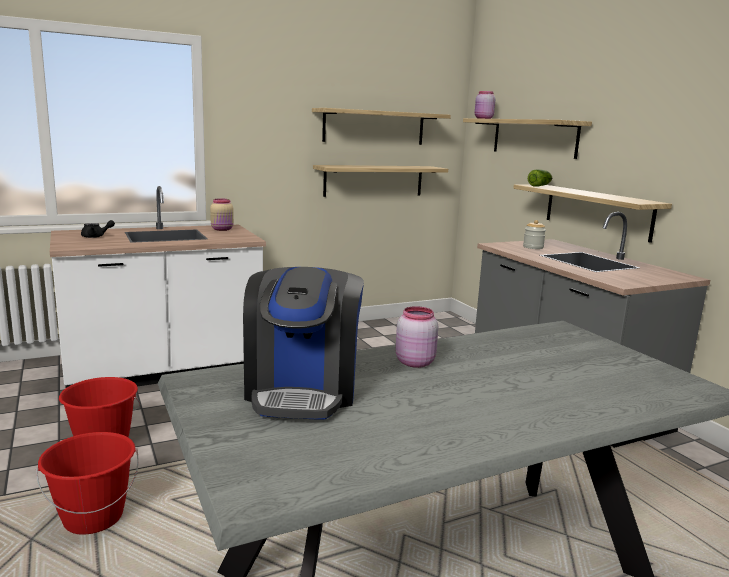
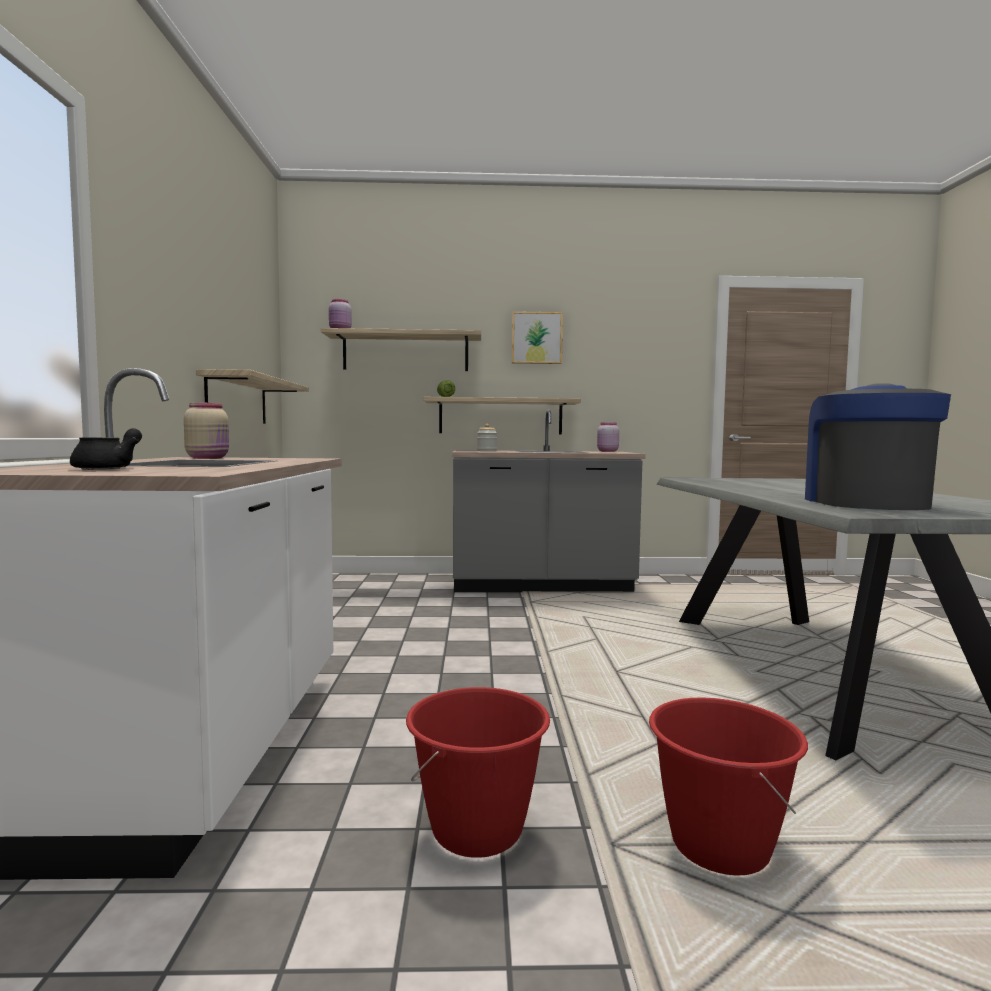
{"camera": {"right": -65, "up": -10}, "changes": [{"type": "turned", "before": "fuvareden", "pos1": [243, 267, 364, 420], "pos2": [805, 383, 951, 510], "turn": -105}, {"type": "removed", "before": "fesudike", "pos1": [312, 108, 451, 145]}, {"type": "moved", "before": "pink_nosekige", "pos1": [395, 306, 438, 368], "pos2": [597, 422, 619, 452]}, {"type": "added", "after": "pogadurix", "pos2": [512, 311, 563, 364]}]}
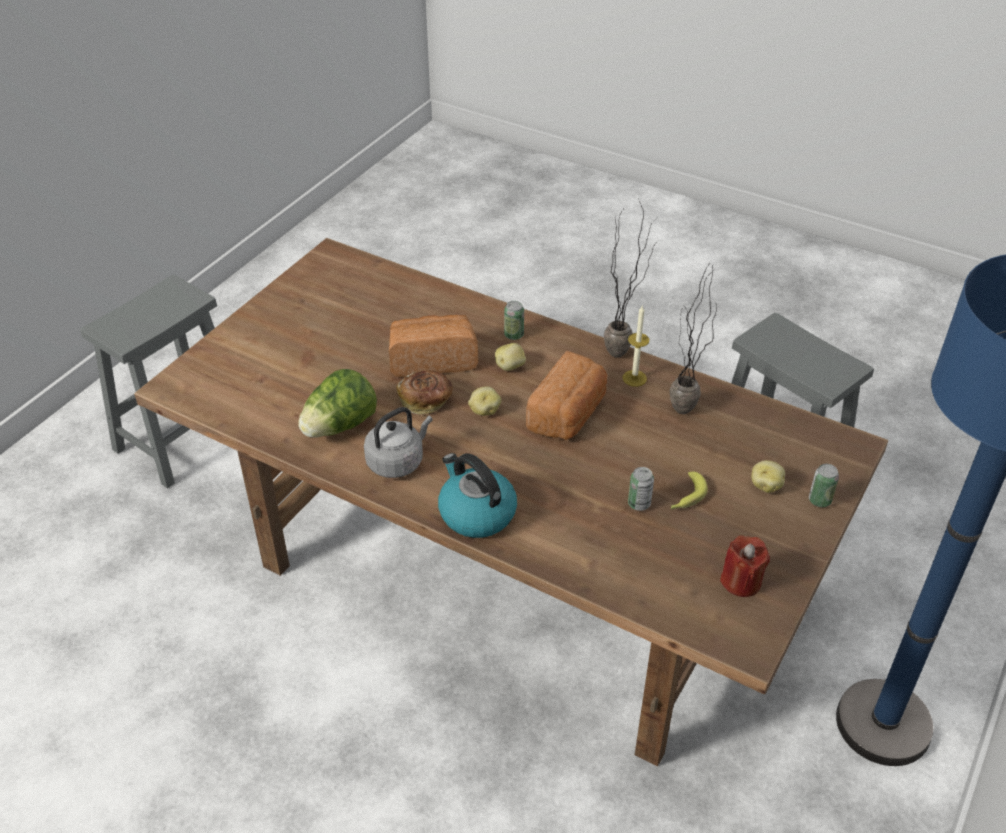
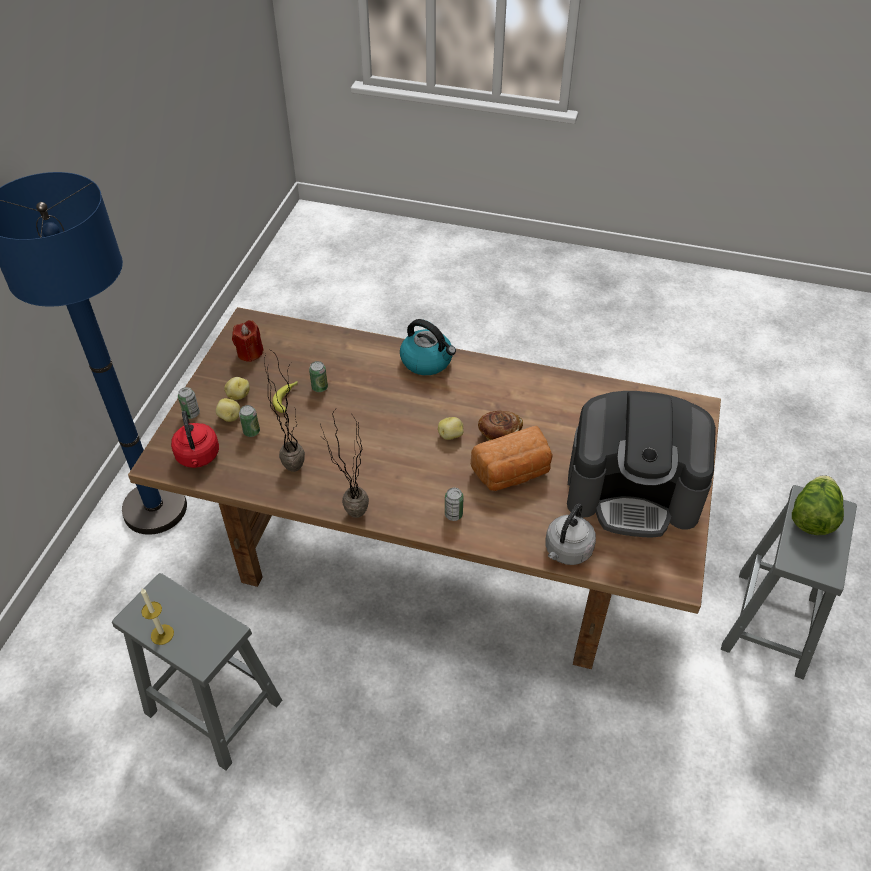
{"camera": {"right": 165, "up": 5}, "changes": [{"type": "moved", "before": "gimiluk", "pos1": [298, 369, 377, 438], "pos2": [792, 475, 844, 535]}, {"type": "moved", "before": "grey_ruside", "pos1": [364, 407, 433, 478], "pos2": [545, 504, 596, 565]}, {"type": "moved", "before": "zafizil", "pos1": [495, 343, 526, 371], "pos2": [224, 377, 250, 400]}, {"type": "removed", "before": "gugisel", "pos1": [526, 351, 607, 440]}, {"type": "moved", "before": "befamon", "pos1": [622, 306, 649, 387], "pos2": [141, 588, 174, 645]}, {"type": "added", "after": "red_ruside", "pos2": [171, 411, 219, 468]}, {"type": "added", "after": "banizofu", "pos2": [239, 405, 260, 437]}, {"type": "added", "after": "fuvareden", "pos2": [567, 391, 716, 538]}]}
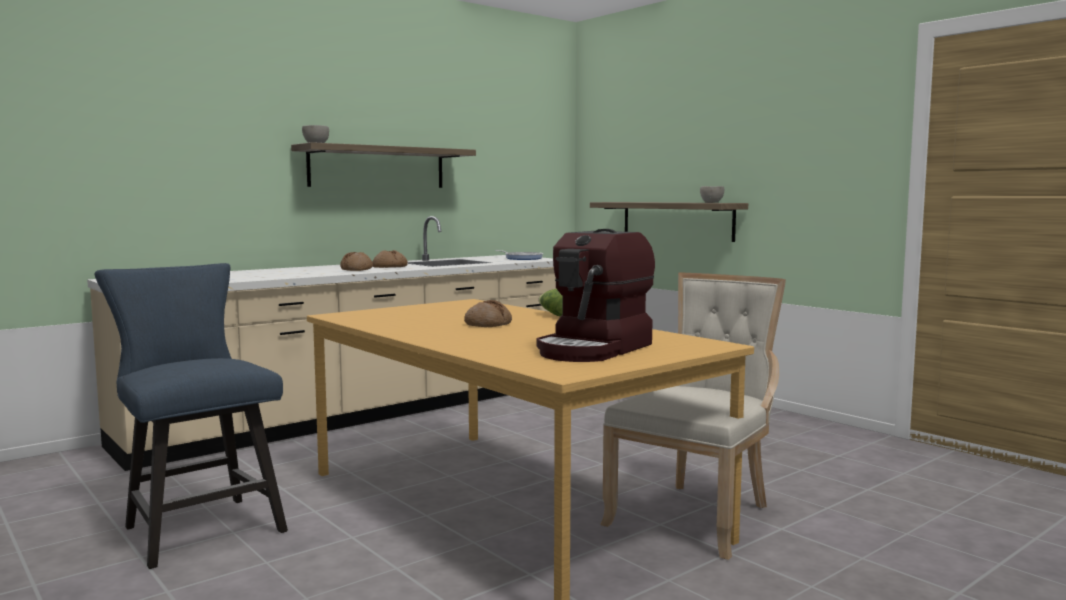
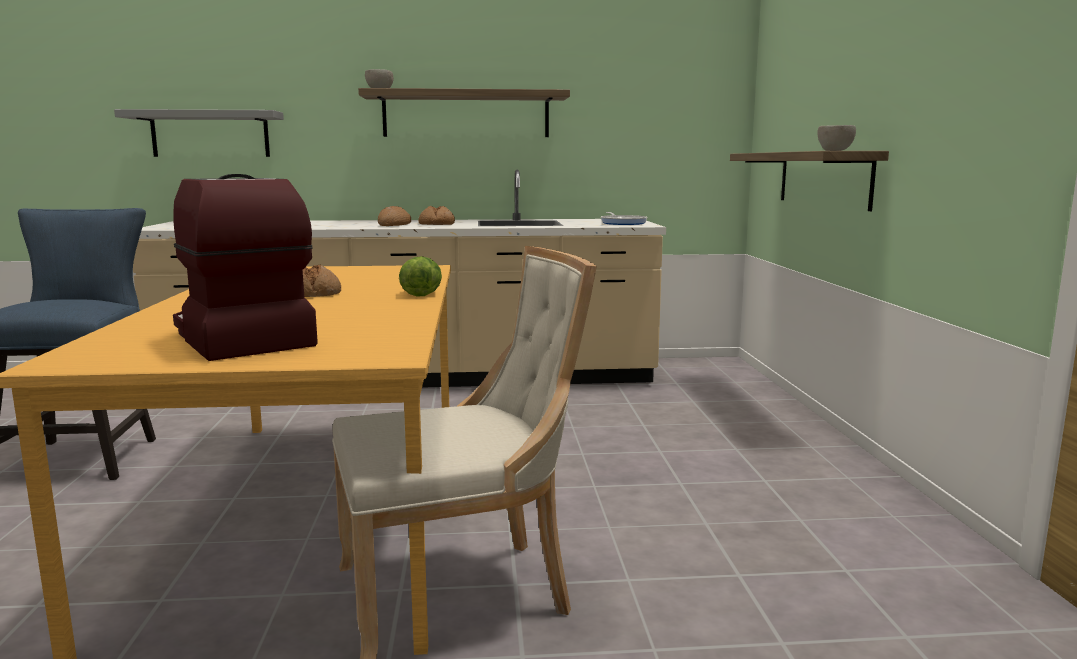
{"camera": {"right": 35, "up": 5}, "changes": [{"type": "turned", "before": "fuvareden", "pos1": [537, 229, 655, 362], "pos2": [173, 174, 318, 361], "turn": 75}, {"type": "added", "after": "grey_fesudike", "pos2": [114, 109, 284, 157]}]}
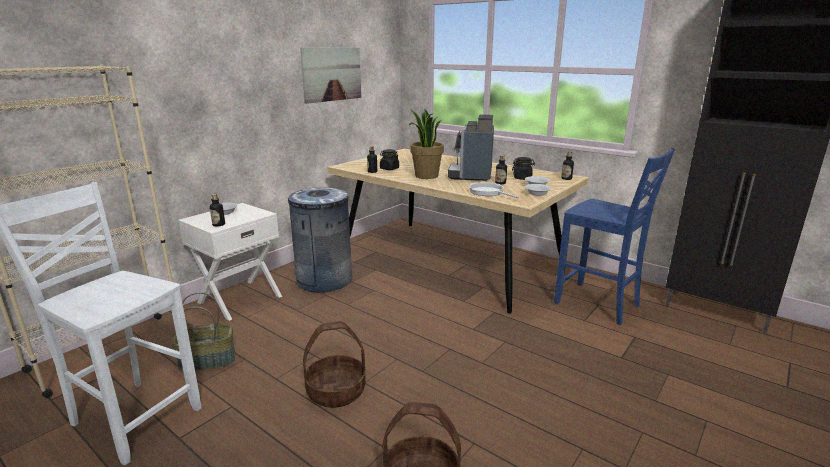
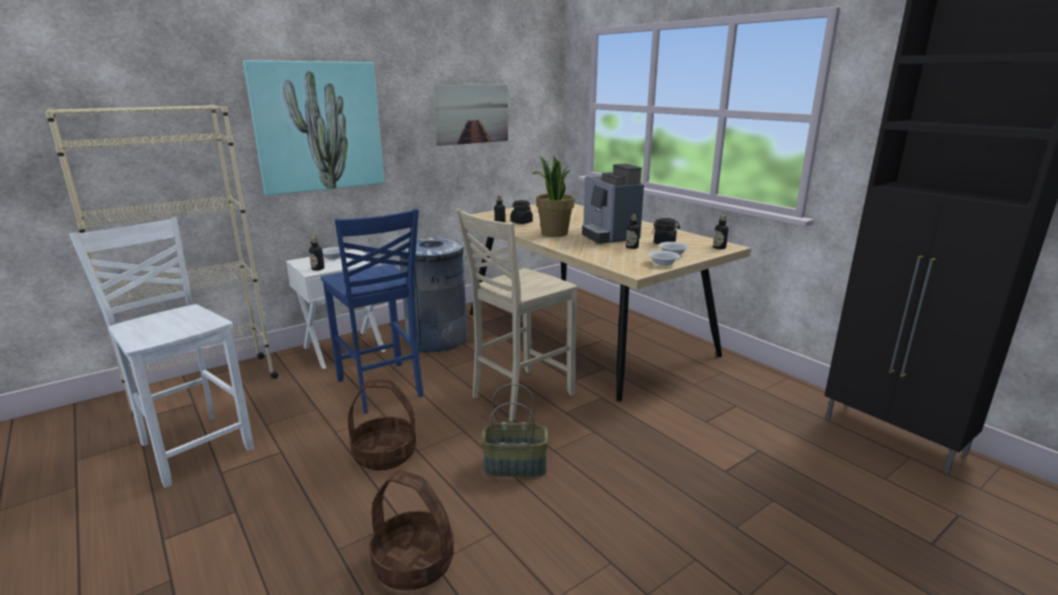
{"camera": {"right": 15, "up": 0}, "changes": [{"type": "moved", "before": "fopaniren", "pos1": [171, 292, 236, 372], "pos2": [481, 384, 549, 477]}, {"type": "turned", "before": "fuvareden", "pos1": [448, 114, 494, 181], "pos2": [582, 164, 644, 244], "turn": -45}, {"type": "removed", "before": "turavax", "pos1": [469, 182, 519, 198]}, {"type": "moved", "before": "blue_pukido", "pos1": [554, 148, 675, 325], "pos2": [321, 209, 424, 414]}, {"type": "added", "after": "pogadurix", "pos2": [243, 60, 384, 196]}, {"type": "added", "after": "beige_pukido", "pos2": [456, 209, 577, 422]}]}
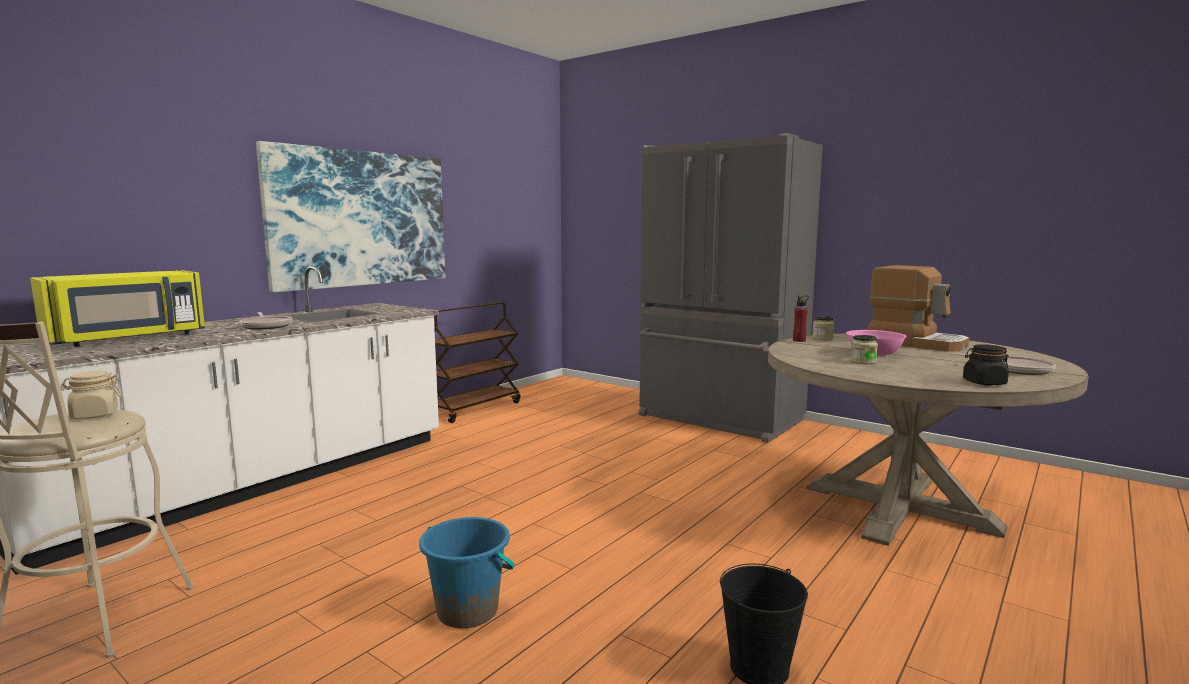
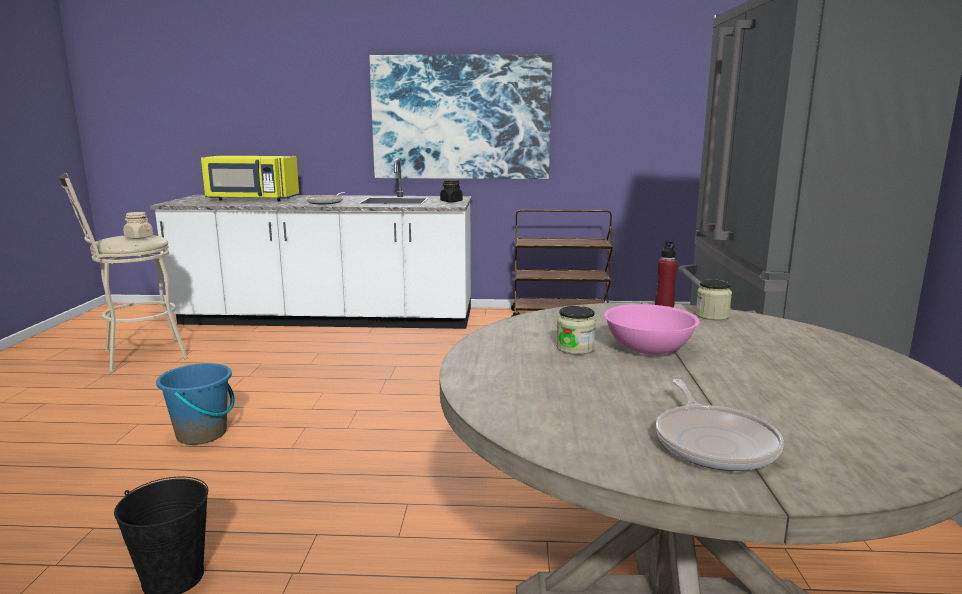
{"camera": {"right": 55, "up": 5}, "changes": [{"type": "removed", "before": "fuvareden", "pos1": [868, 265, 969, 352]}, {"type": "moved", "before": "black_nosekige", "pos1": [963, 344, 1009, 385], "pos2": [440, 179, 463, 202]}]}
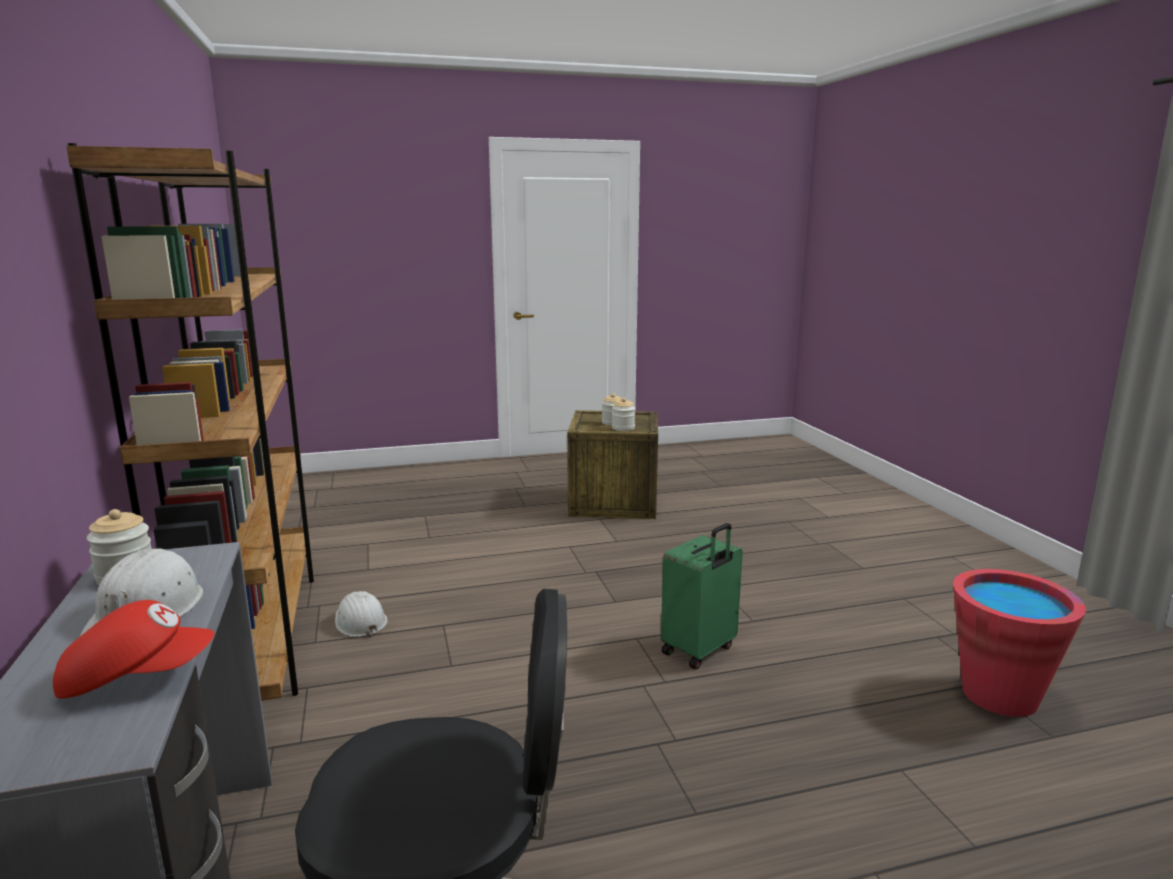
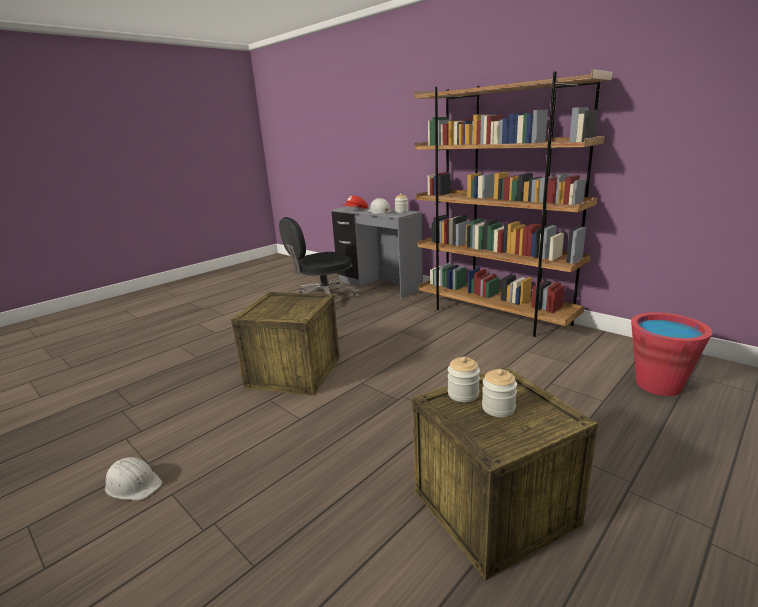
{"camera": {"right": 150, "up": 5}, "changes": [{"type": "moved", "before": "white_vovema", "pos1": [335, 591, 388, 638], "pos2": [105, 457, 163, 500]}, {"type": "replaced", "before": "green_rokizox", "after": "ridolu", "pos1": [661, 523, 743, 669], "pos2": [231, 292, 340, 395]}, {"type": "moved", "before": "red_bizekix", "pos1": [953, 569, 1086, 717], "pos2": [631, 312, 713, 396]}]}
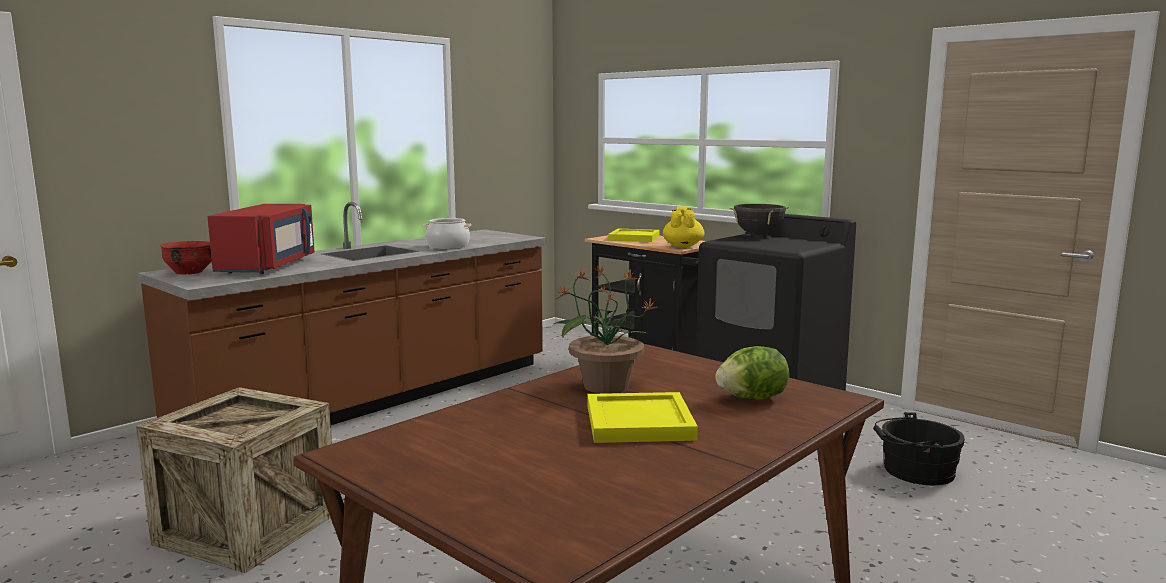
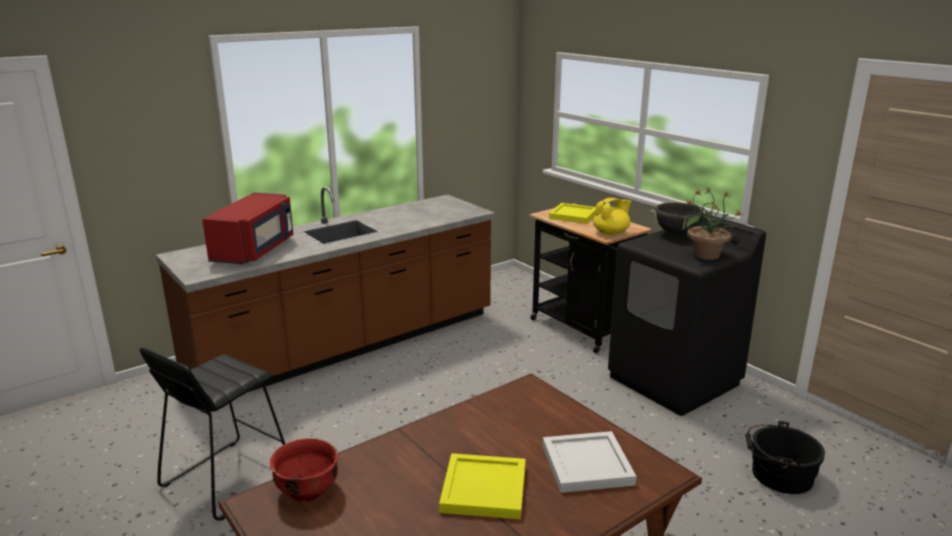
{"camera": {"right": 10, "up": 10}, "changes": [{"type": "replaced", "before": "ridolu", "after": "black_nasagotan", "pos1": [136, 387, 332, 573], "pos2": [140, 347, 285, 521]}, {"type": "moved", "before": "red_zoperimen", "pos1": [160, 241, 212, 275], "pos2": [270, 438, 338, 502]}, {"type": "removed", "before": "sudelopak", "pos1": [424, 218, 471, 249]}, {"type": "moved", "before": "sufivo", "pos1": [554, 266, 658, 394], "pos2": [679, 187, 742, 260]}, {"type": "turned", "before": "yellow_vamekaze", "pos1": [663, 206, 705, 247], "pos2": [593, 198, 631, 235], "turn": 45}, {"type": "replaced", "before": "gimiluk", "after": "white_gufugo", "pos1": [715, 346, 789, 400], "pos2": [542, 431, 636, 493]}]}
